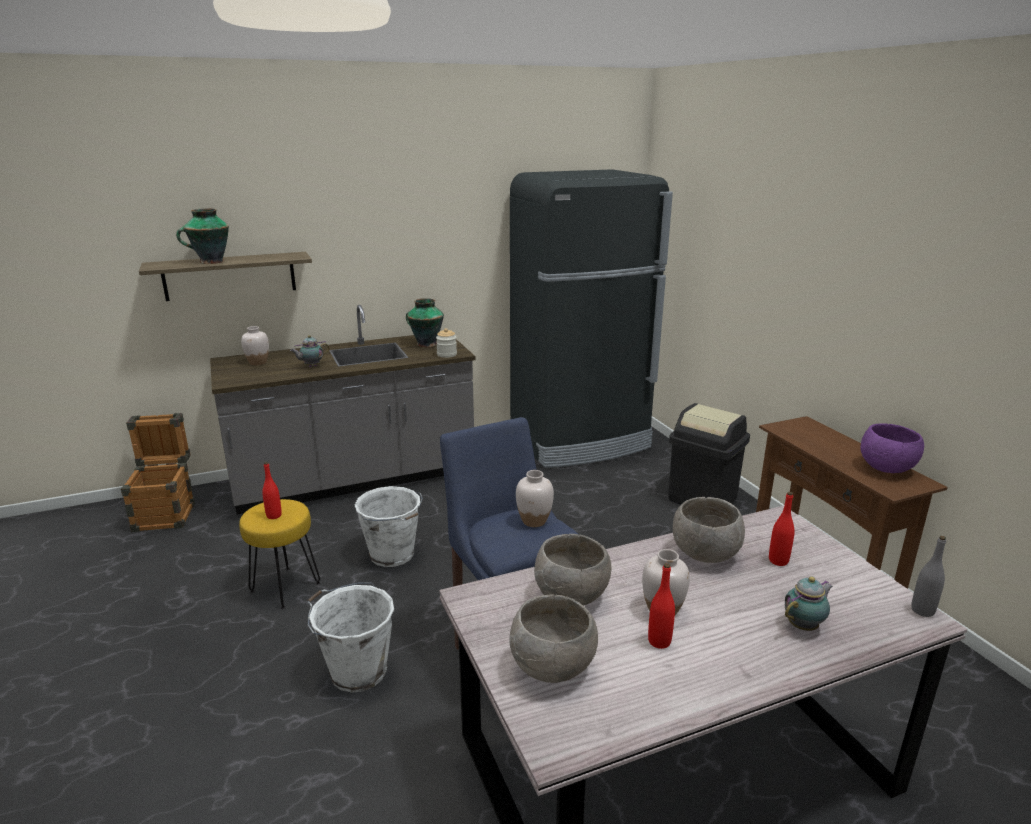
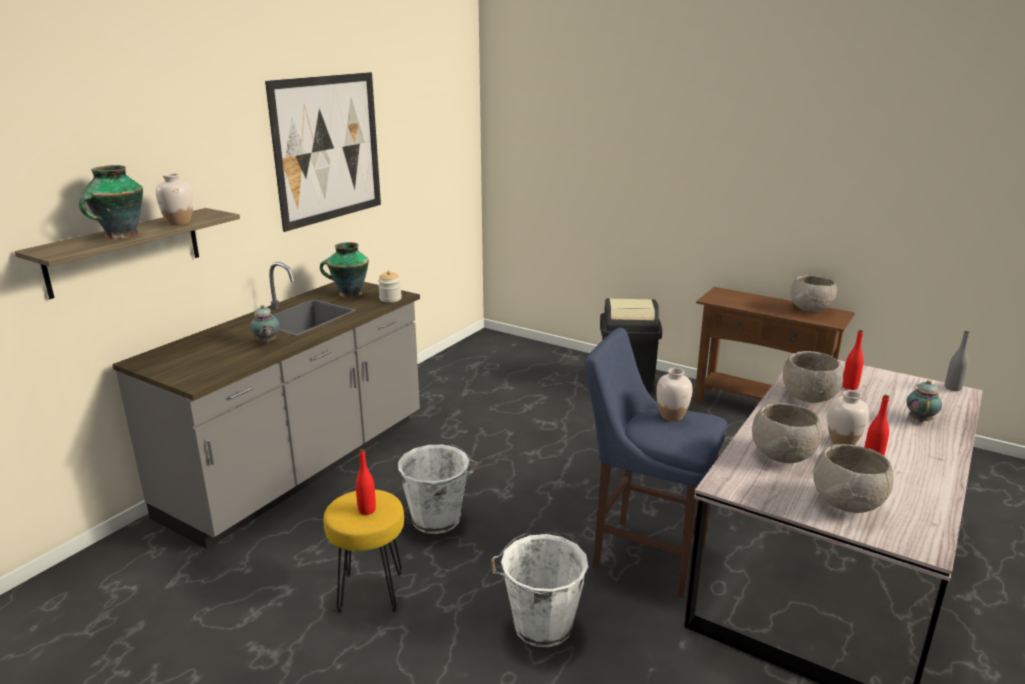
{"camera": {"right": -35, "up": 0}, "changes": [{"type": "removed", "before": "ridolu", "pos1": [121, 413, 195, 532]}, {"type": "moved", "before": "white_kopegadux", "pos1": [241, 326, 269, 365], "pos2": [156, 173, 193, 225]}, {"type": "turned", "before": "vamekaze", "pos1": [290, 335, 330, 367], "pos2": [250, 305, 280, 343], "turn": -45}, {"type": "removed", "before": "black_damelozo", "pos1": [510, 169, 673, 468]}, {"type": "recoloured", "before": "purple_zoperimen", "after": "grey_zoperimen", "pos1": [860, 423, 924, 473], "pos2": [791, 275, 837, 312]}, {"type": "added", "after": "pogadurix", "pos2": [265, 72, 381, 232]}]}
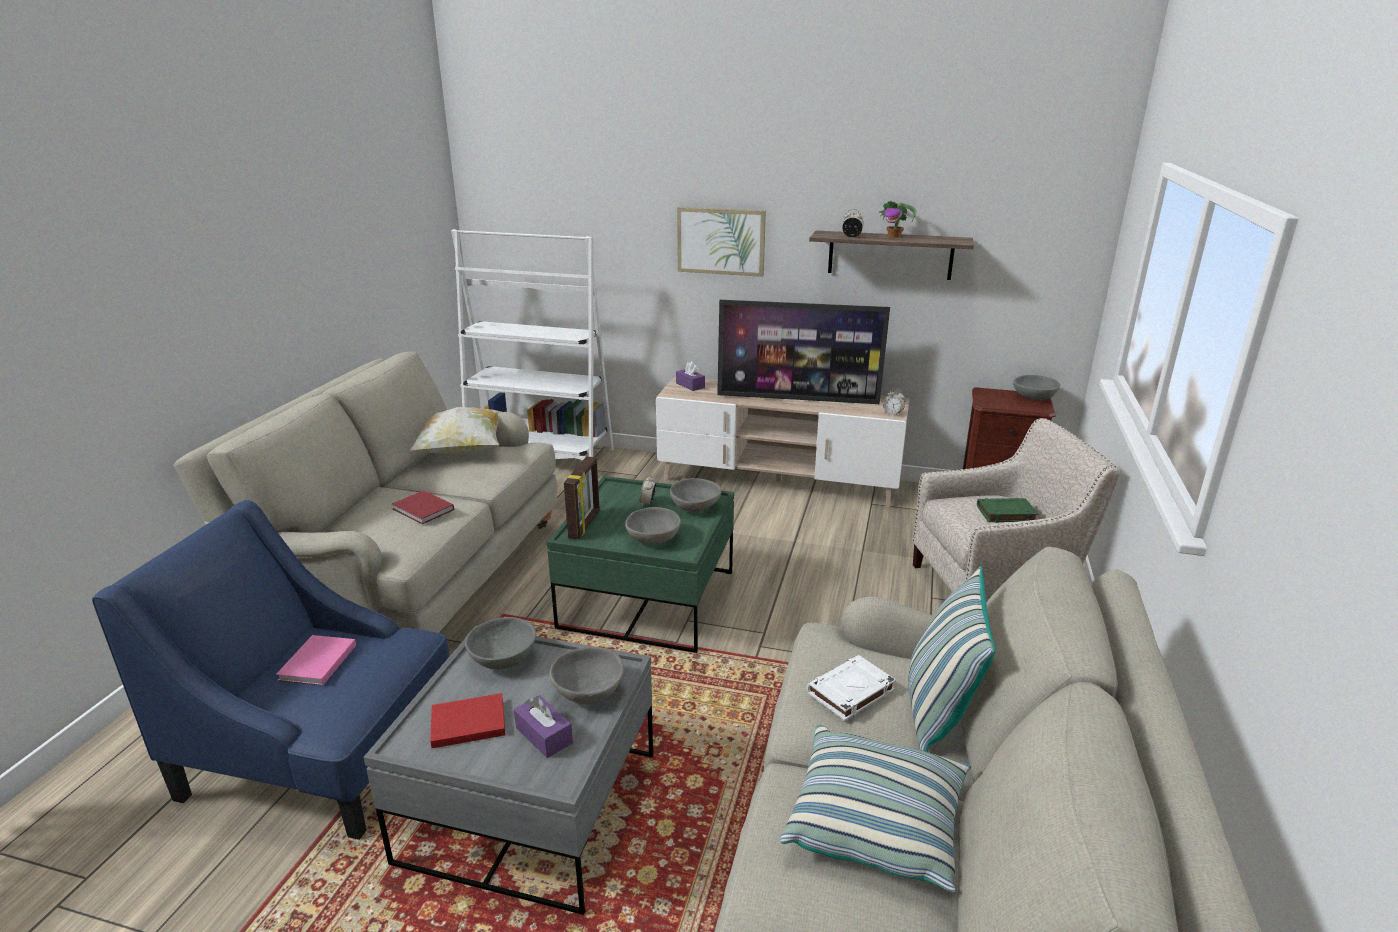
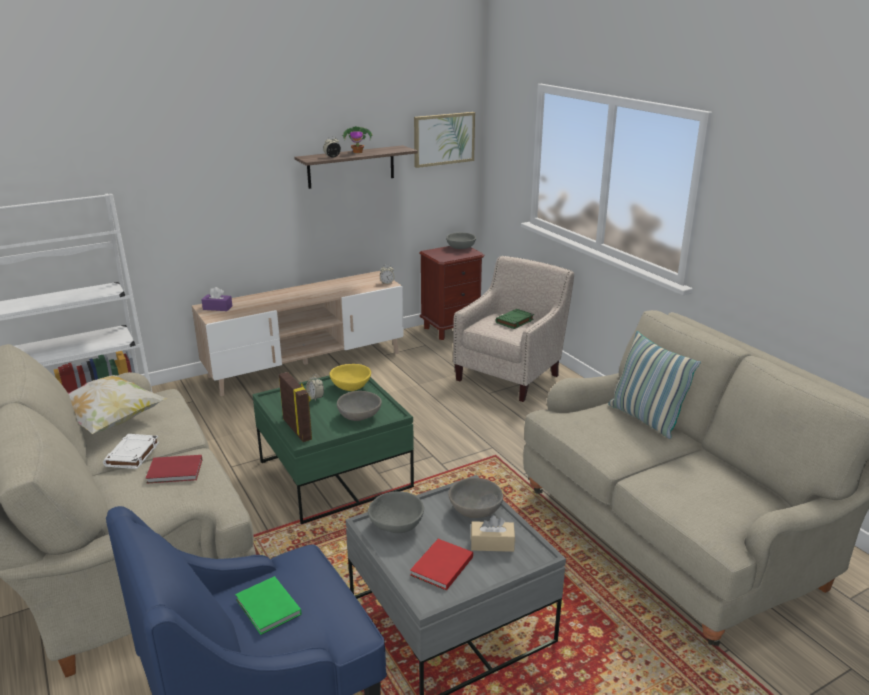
{"camera": {"right": -45, "up": 0}, "changes": [{"type": "recoloured", "before": "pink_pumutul", "after": "green_pumutul", "pos1": [276, 635, 356, 685], "pos2": [235, 576, 301, 635]}, {"type": "recoloured", "before": "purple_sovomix", "after": "beige_sovomix", "pos1": [514, 695, 573, 758], "pos2": [471, 515, 515, 552]}, {"type": "recoloured", "before": "grey_zoperimen", "after": "yellow_zoperimen", "pos1": [670, 478, 722, 512], "pos2": [329, 364, 371, 391]}, {"type": "moved", "before": "pogadurix", "pos1": [677, 207, 766, 277], "pos2": [414, 112, 475, 168]}, {"type": "removed", "before": "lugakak", "pos1": [717, 300, 890, 404]}, {"type": "removed", "before": "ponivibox", "pos1": [780, 725, 971, 893]}, {"type": "moved", "before": "white_pumutul", "pos1": [806, 655, 896, 721], "pos2": [103, 434, 159, 469]}]}
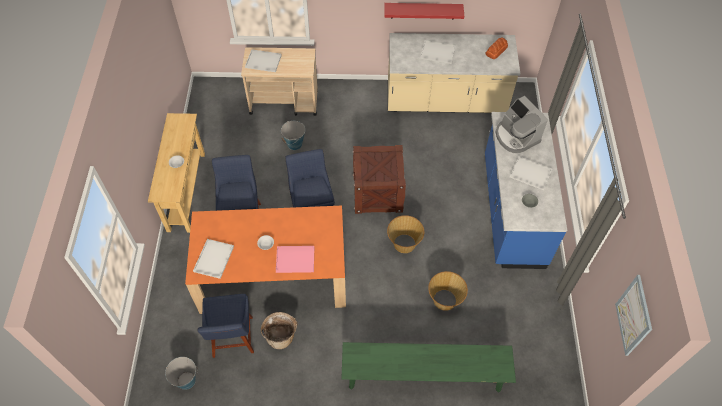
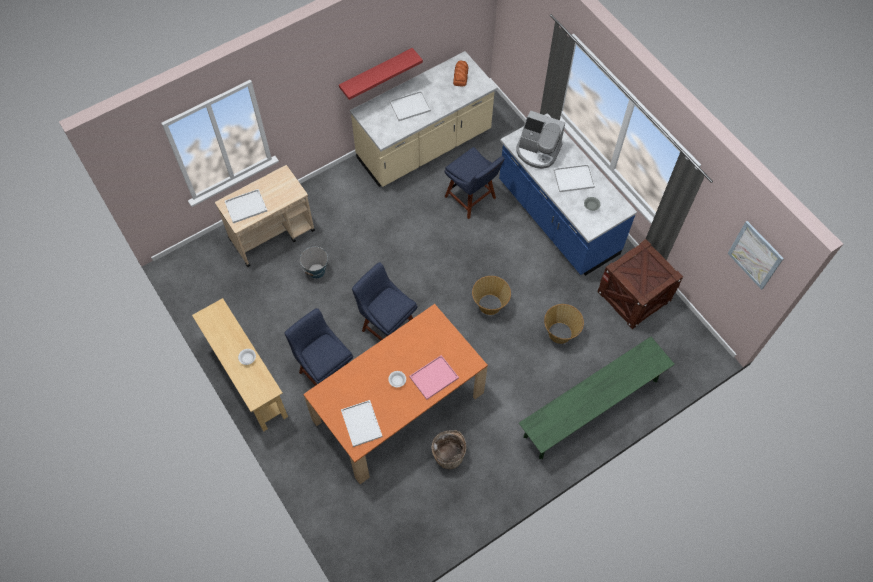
{"camera": {"right": -35, "up": 5}, "changes": [{"type": "removed", "before": "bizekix", "pos1": [165, 357, 198, 390]}, {"type": "moved", "before": "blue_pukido", "pos1": [198, 294, 254, 358], "pos2": [444, 147, 505, 219]}, {"type": "moved", "before": "ridolu", "pos1": [352, 145, 406, 214], "pos2": [597, 239, 683, 329]}]}
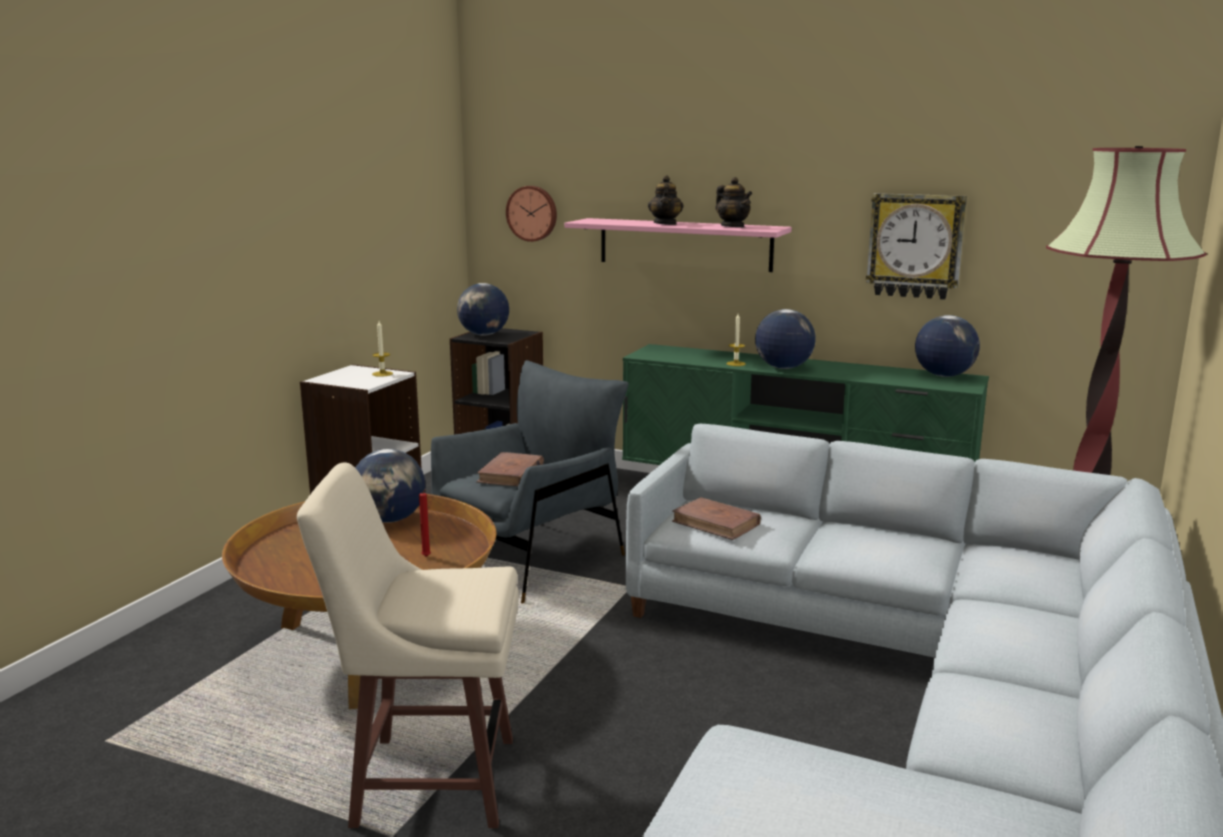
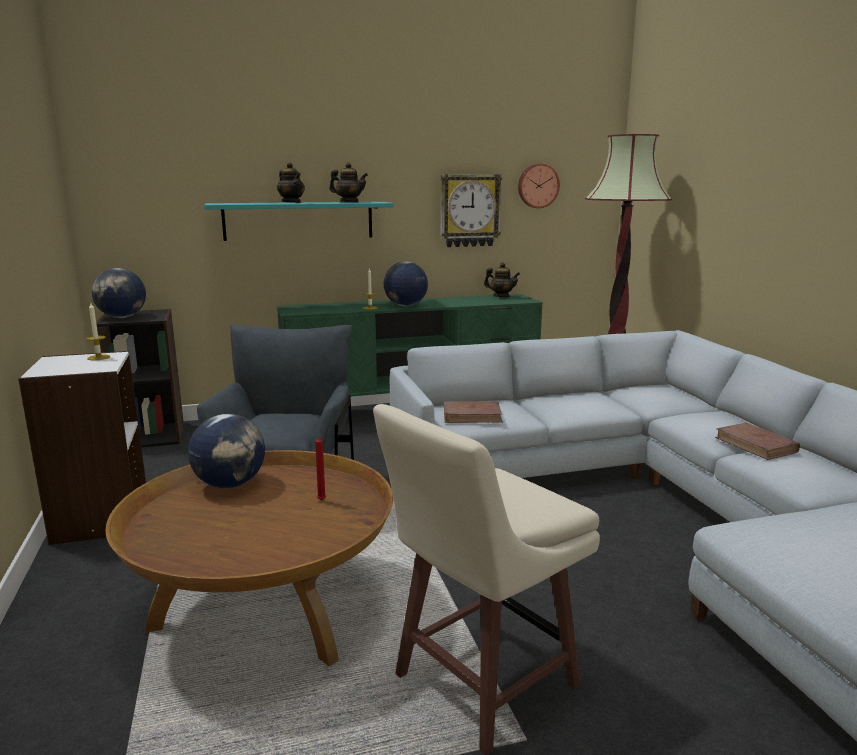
{"camera": {"right": -40, "up": 0}, "changes": [{"type": "moved", "before": "brown_pumutul", "pos1": [476, 452, 544, 486], "pos2": [715, 423, 800, 460]}, {"type": "moved", "before": "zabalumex", "pos1": [506, 186, 557, 242], "pos2": [518, 163, 560, 208]}, {"type": "recoloured", "before": "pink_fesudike", "after": "turquoise_fesudike", "pos1": [564, 218, 792, 272], "pos2": [204, 202, 393, 241]}, {"type": "replaced", "before": "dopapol", "after": "vamekaze", "pos1": [915, 315, 980, 377], "pos2": [484, 263, 520, 297]}]}
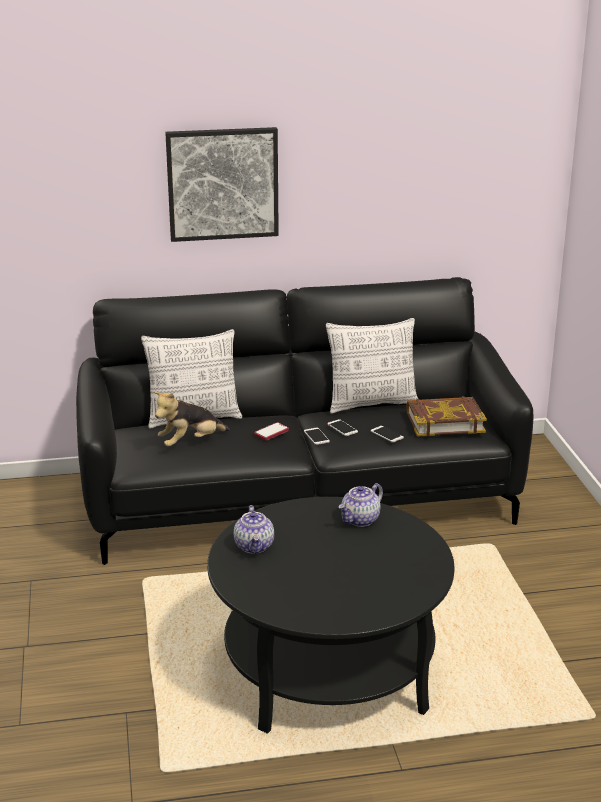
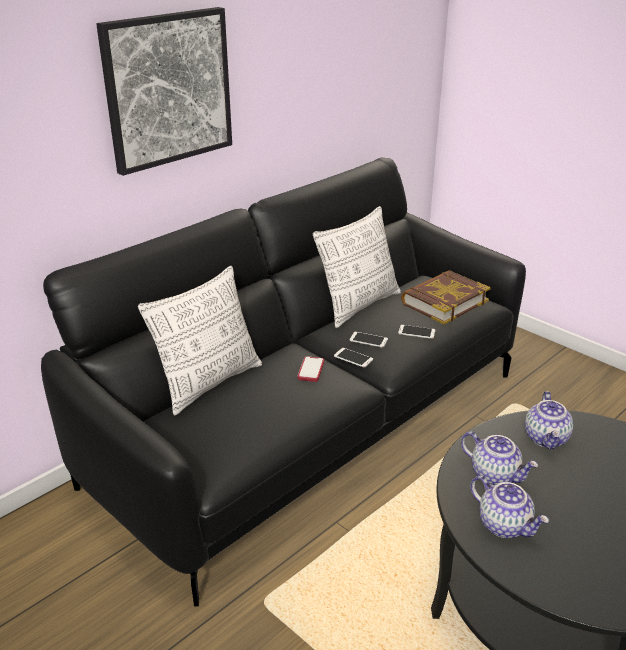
{"camera": {"right": -35, "up": 5}, "changes": [{"type": "removed", "before": "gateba", "pos1": [154, 392, 230, 447]}, {"type": "added", "after": "vamekaze", "pos2": [461, 431, 538, 486]}]}
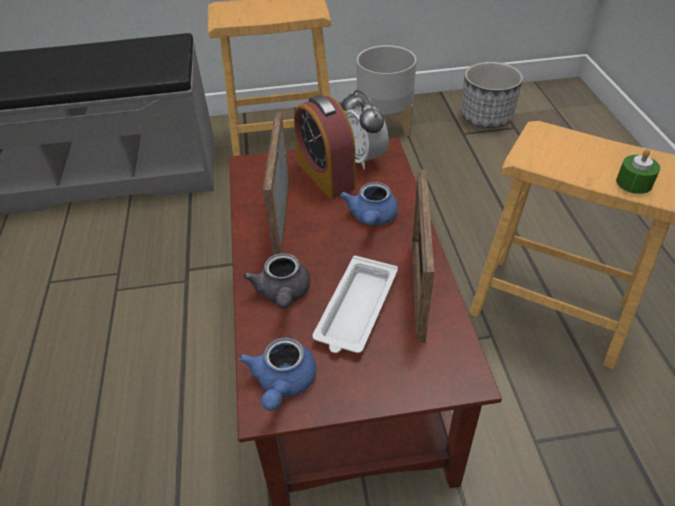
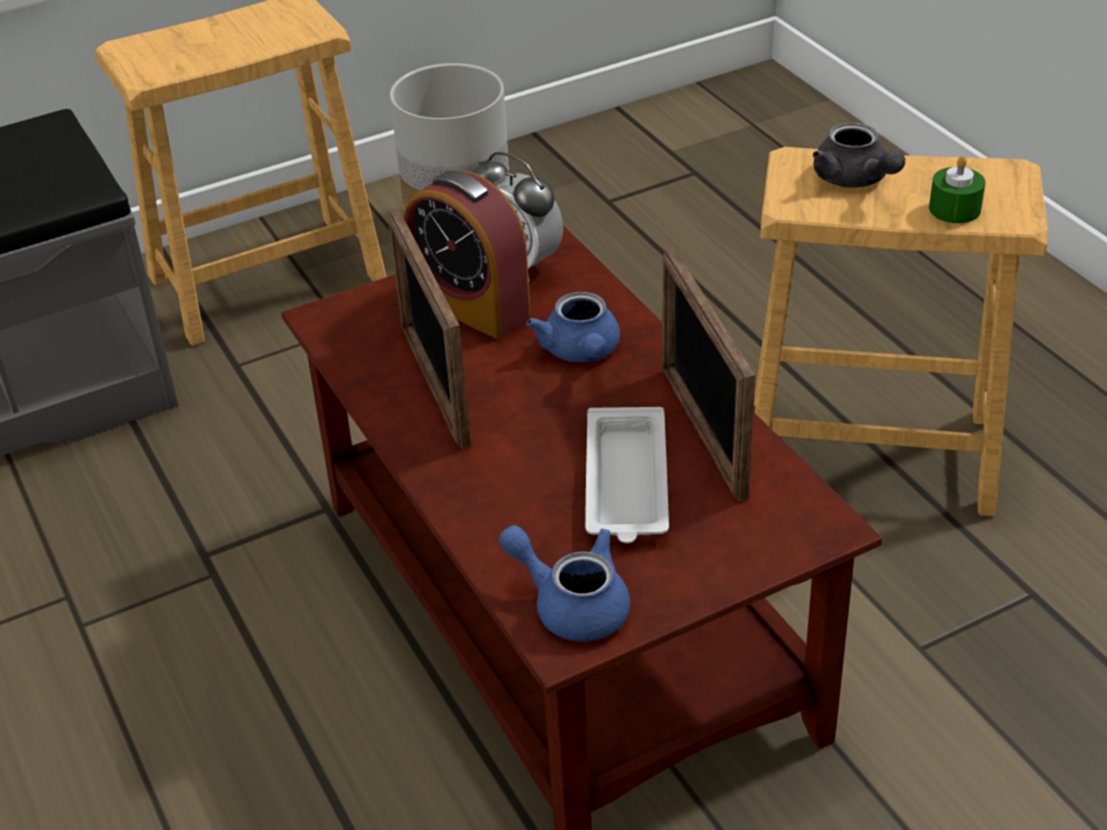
{"camera": {"right": -20, "up": -5}, "changes": [{"type": "turned", "before": "blue_vamekaze", "pos1": [239, 338, 316, 411], "pos2": [499, 525, 630, 641], "turn": 135}, {"type": "moved", "before": "grey_vamekaze", "pos1": [243, 253, 310, 309], "pos2": [813, 122, 905, 188]}, {"type": "removed", "before": "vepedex", "pos1": [461, 62, 523, 128]}]}
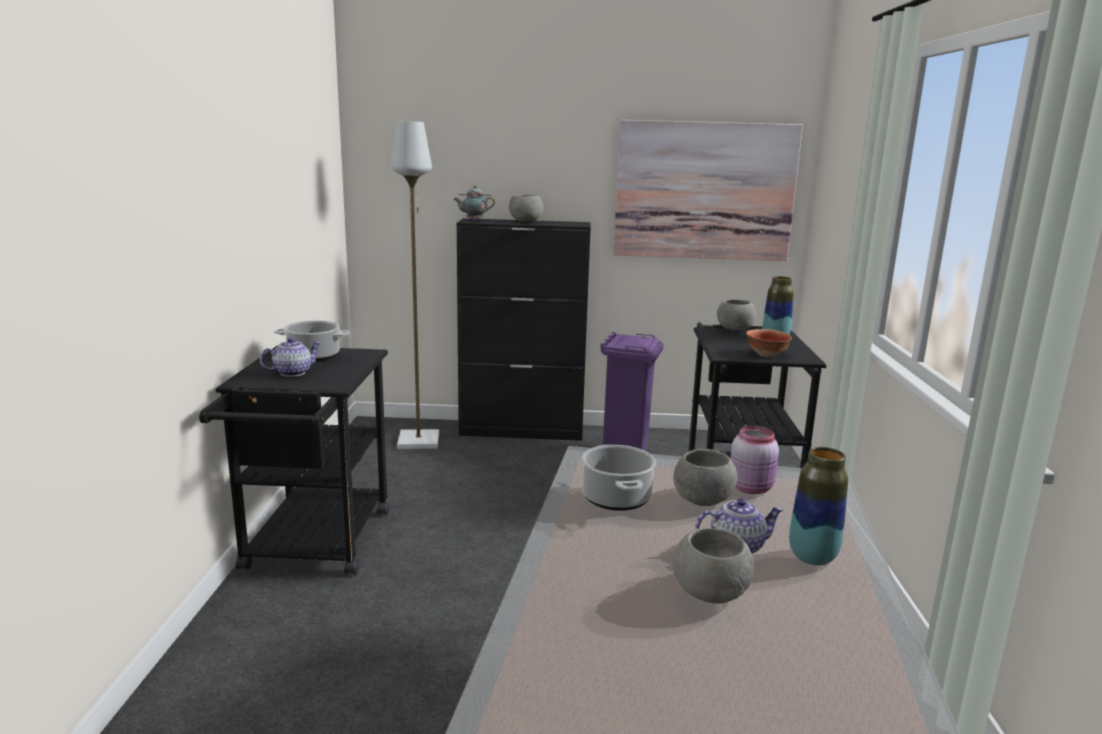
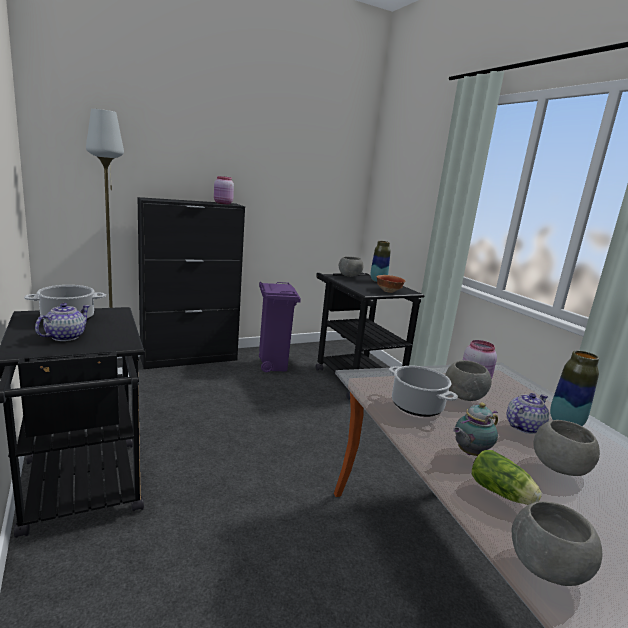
{"camera": {"right": -30, "up": 0}, "changes": [{"type": "moved", "before": "vamekaze", "pos1": [453, 185, 495, 221], "pos2": [453, 402, 498, 456]}, {"type": "moved", "before": "grey_zoperimen", "pos1": [509, 195, 543, 222], "pos2": [511, 501, 603, 586]}, {"type": "removed", "before": "pogadurix", "pos1": [613, 120, 803, 261]}, {"type": "added", "after": "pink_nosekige", "pos2": [214, 176, 234, 204]}, {"type": "added", "after": "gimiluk", "pos2": [472, 450, 542, 505]}]}
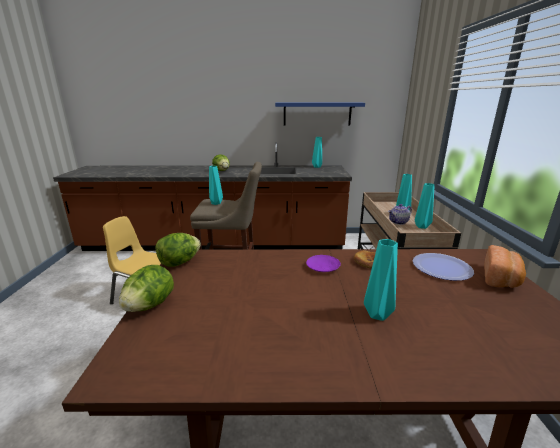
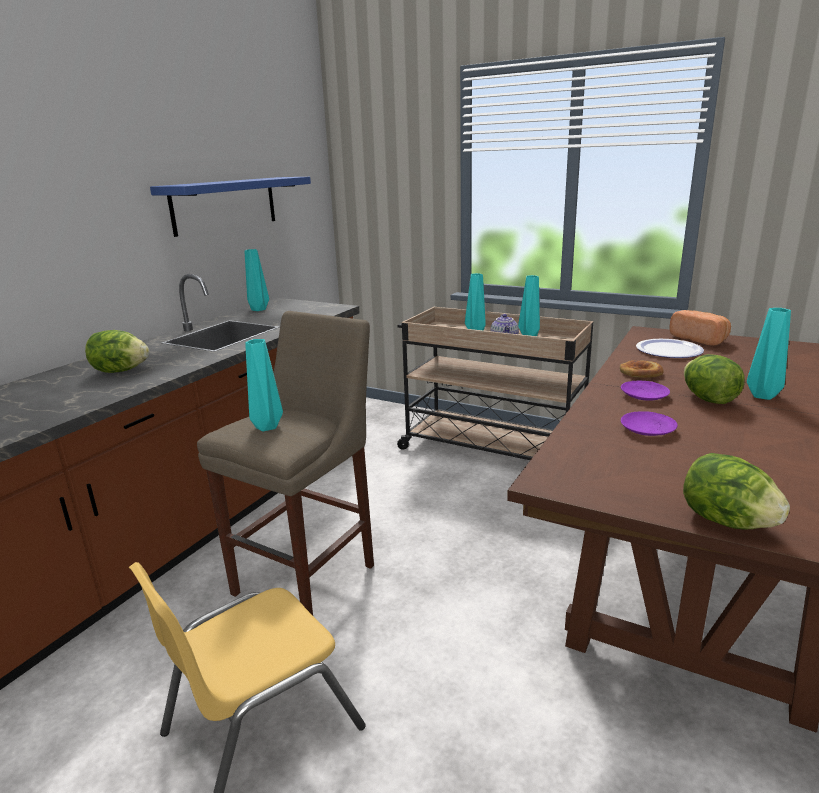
{"camera": {"right": -60, "up": 0}, "changes": [{"type": "moved", "before": "gimiluk", "pos1": [155, 233, 201, 267], "pos2": [684, 354, 745, 404]}, {"type": "added", "after": "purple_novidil", "pos2": [621, 411, 677, 436]}]}
